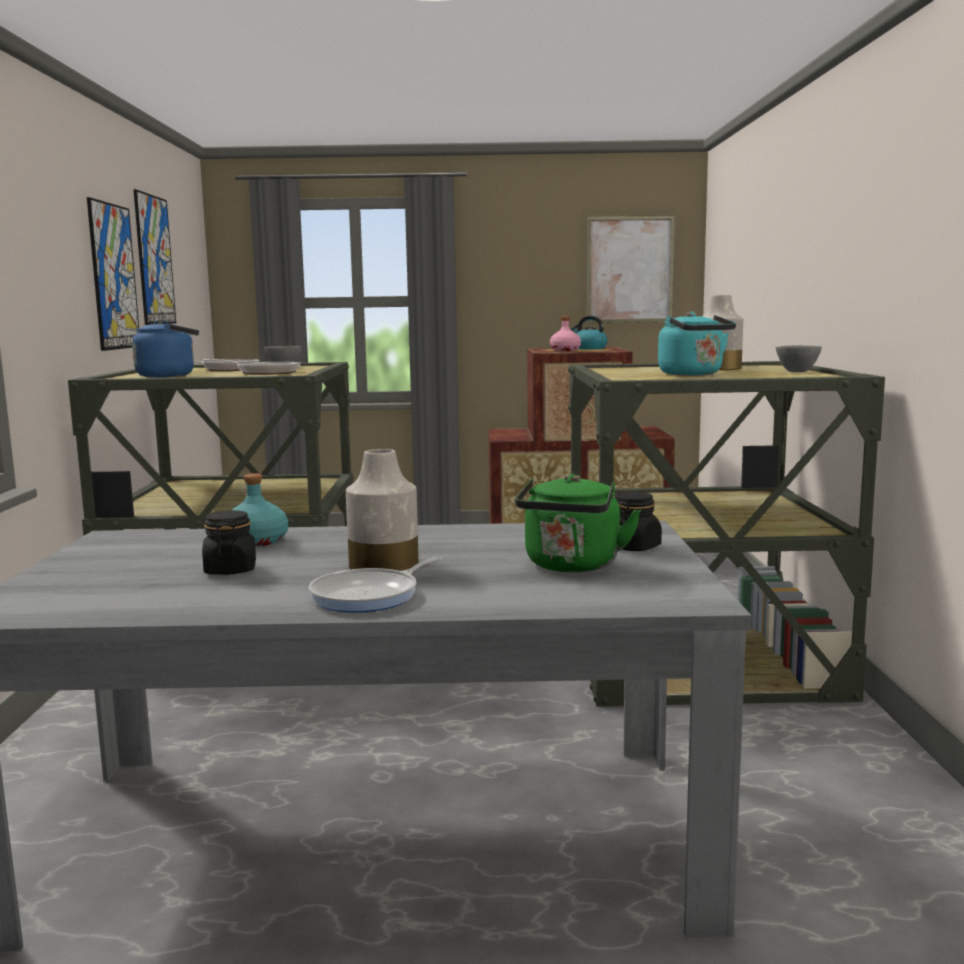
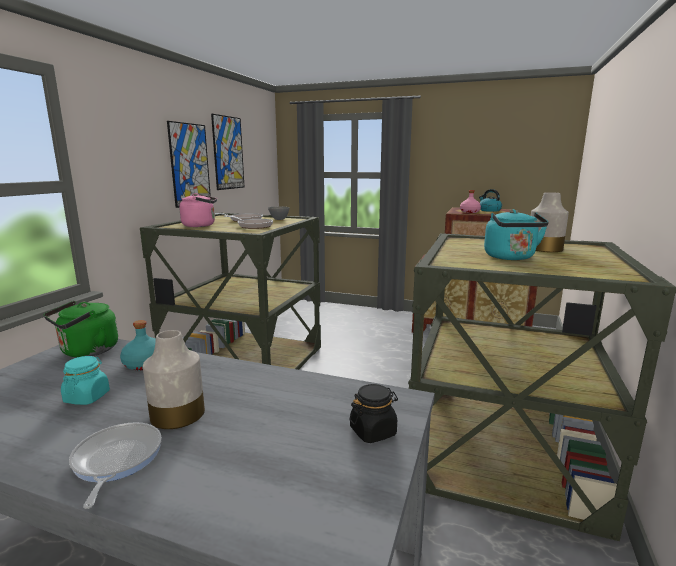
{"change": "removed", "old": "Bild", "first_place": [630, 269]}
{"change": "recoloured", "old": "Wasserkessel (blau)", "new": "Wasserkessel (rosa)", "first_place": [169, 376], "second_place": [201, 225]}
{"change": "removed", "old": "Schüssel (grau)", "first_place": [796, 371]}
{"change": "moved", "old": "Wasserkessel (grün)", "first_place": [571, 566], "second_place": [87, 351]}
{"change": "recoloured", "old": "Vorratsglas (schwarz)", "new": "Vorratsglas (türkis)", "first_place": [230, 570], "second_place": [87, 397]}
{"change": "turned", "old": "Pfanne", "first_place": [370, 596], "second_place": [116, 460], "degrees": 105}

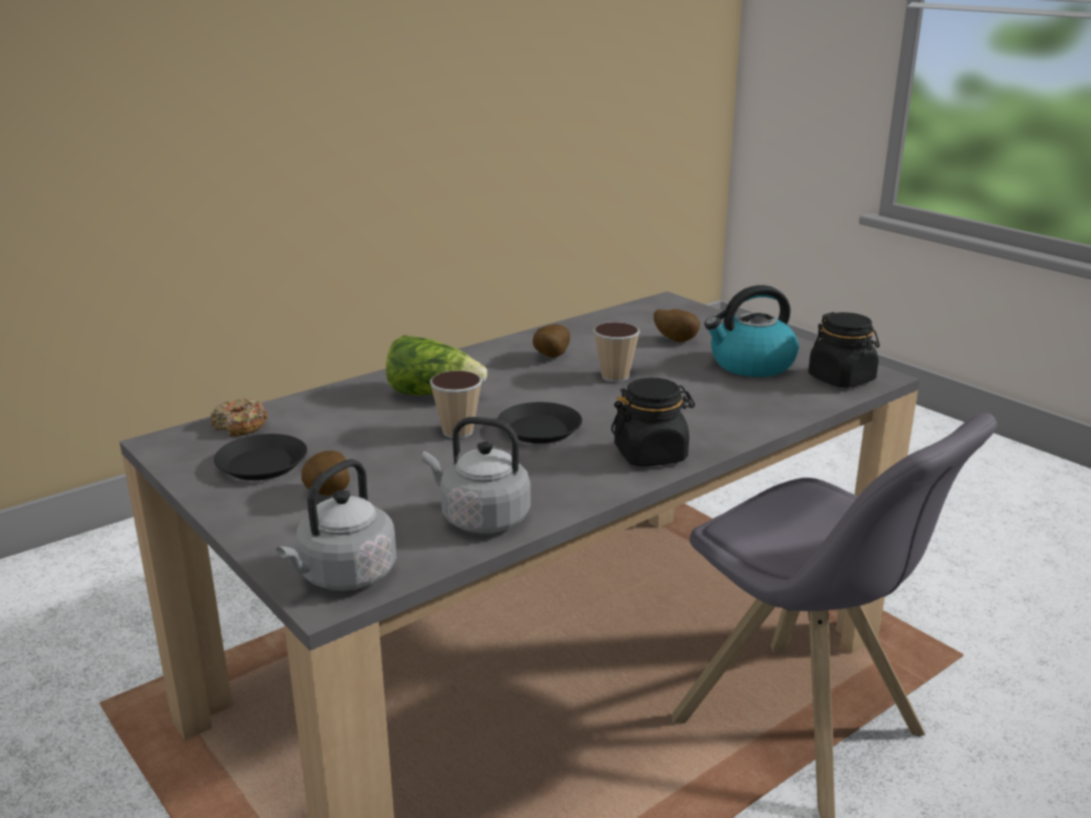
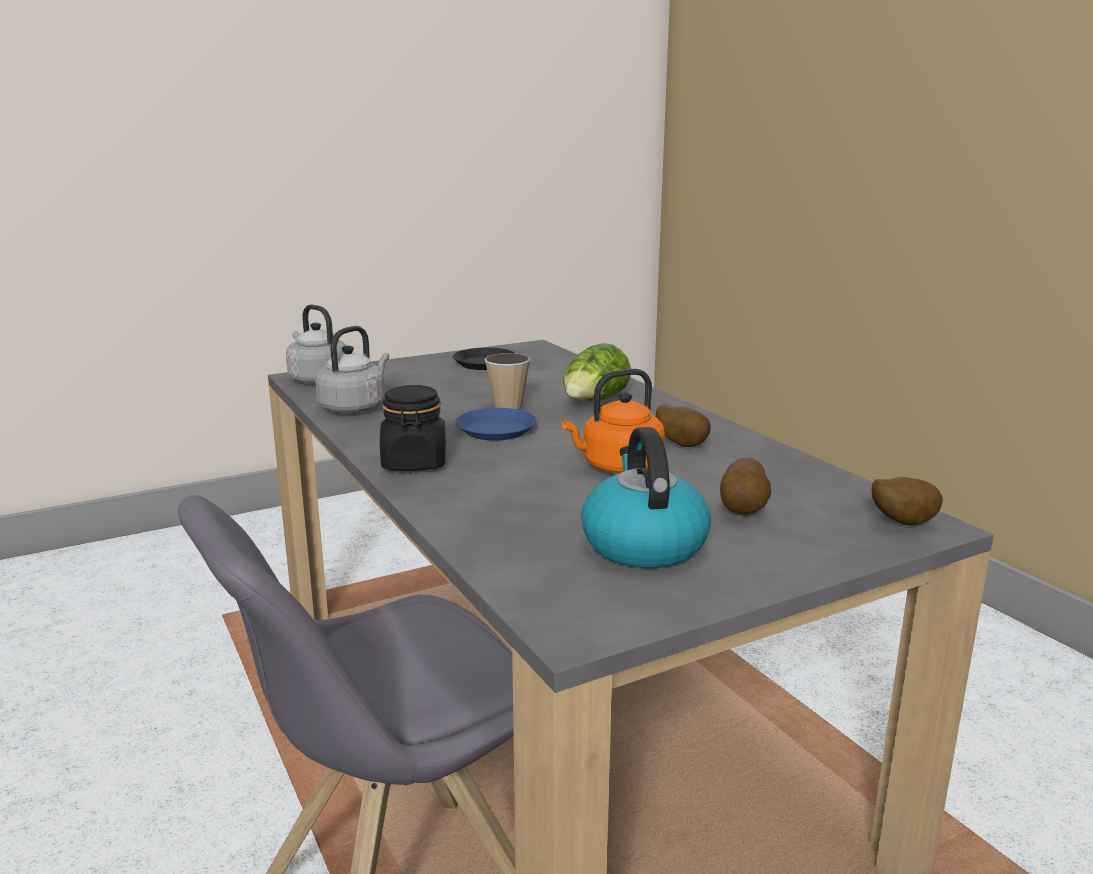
{"change": "removed", "old": "Vorratsglas (schwarz)", "first_place": [841, 379]}
{"change": "replaced", "old": "Tasse", "new": "Wasserkessel (orange)", "first_place": [615, 376], "second_place": [618, 467]}
{"change": "removed", "old": "Donut", "first_place": [240, 426]}
{"change": "recoloured", "old": "Teller (schwarz)", "new": "Teller (blau)", "first_place": [540, 429], "second_place": [496, 430]}
{"change": "moved", "old": "Kartoffel", "first_place": [327, 496], "second_place": [900, 523]}

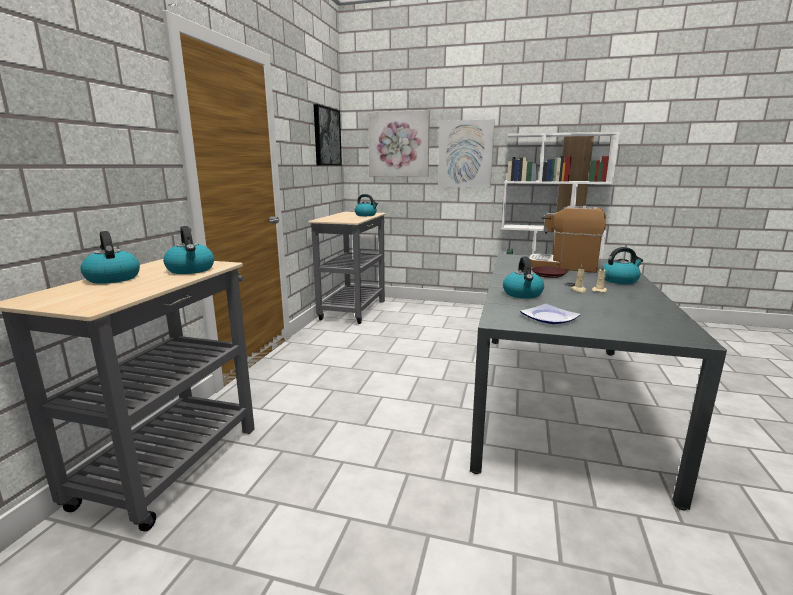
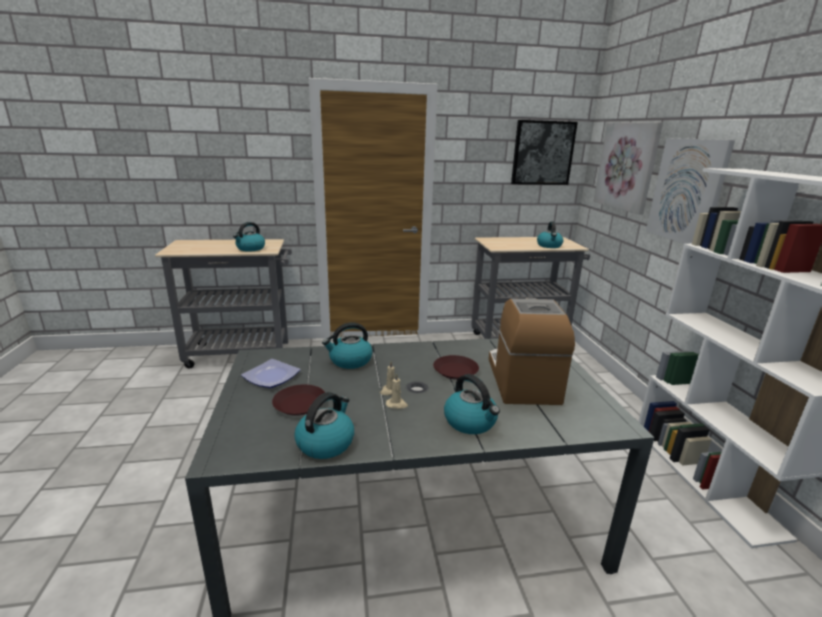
{"change": "moved", "old": "Wasserkessel", "first_place": [112, 278], "second_place": [326, 442]}
{"change": "added", "new": "Teller (braun)", "second_place": [299, 404]}

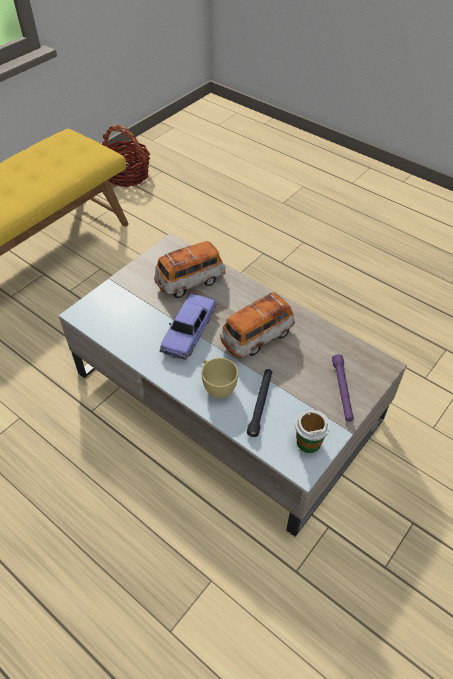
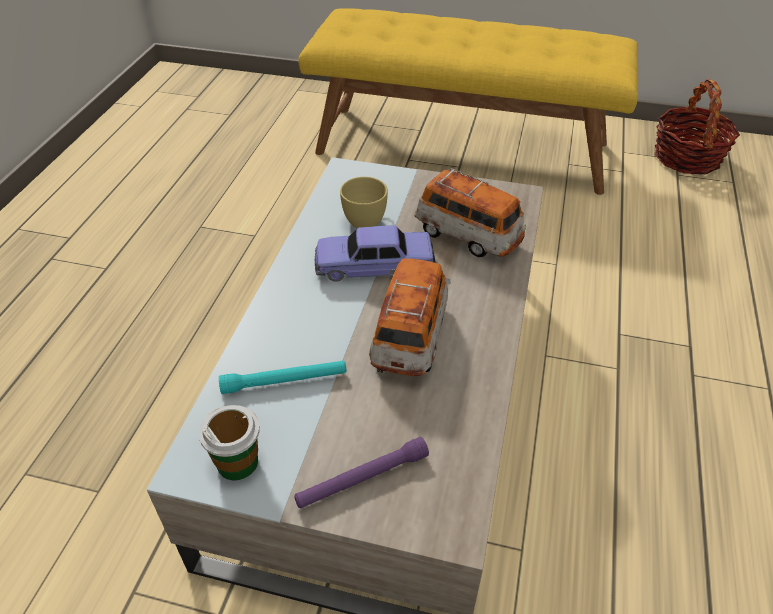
{"change": "turned", "old": "Spielzeugauto", "first_place": [257, 337], "second_place": [410, 337], "degrees": 75}
{"change": "moved", "old": "Tasse (gelb)", "first_place": [217, 387], "second_place": [367, 219]}
{"change": "recoloured", "old": "Taschenlampe (schwarz)", "new": "Taschenlampe (türkis)", "first_place": [260, 404], "second_place": [284, 381]}

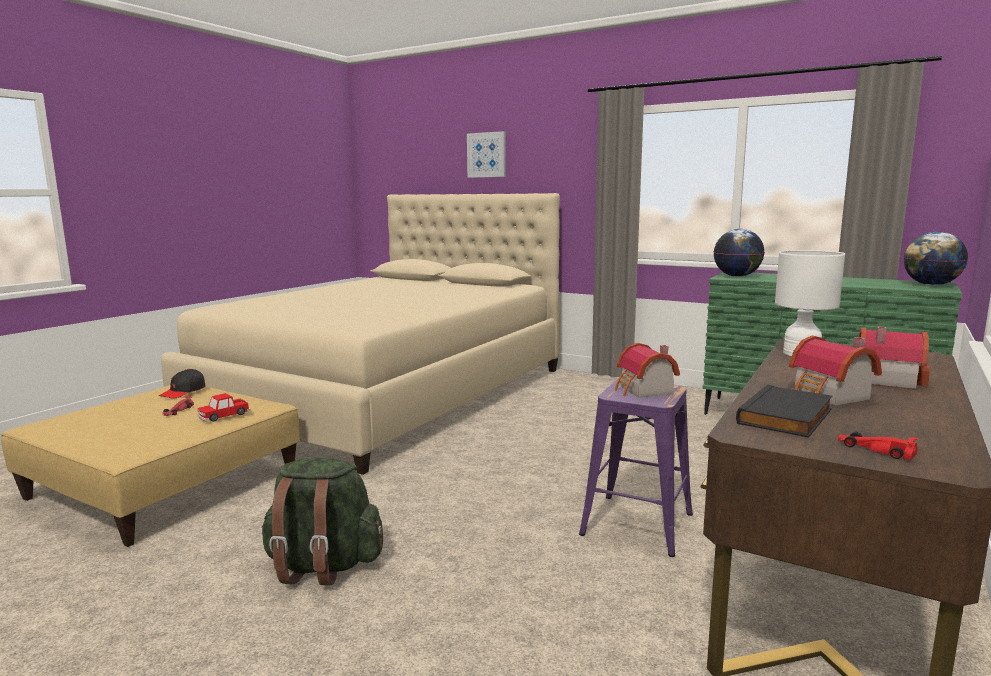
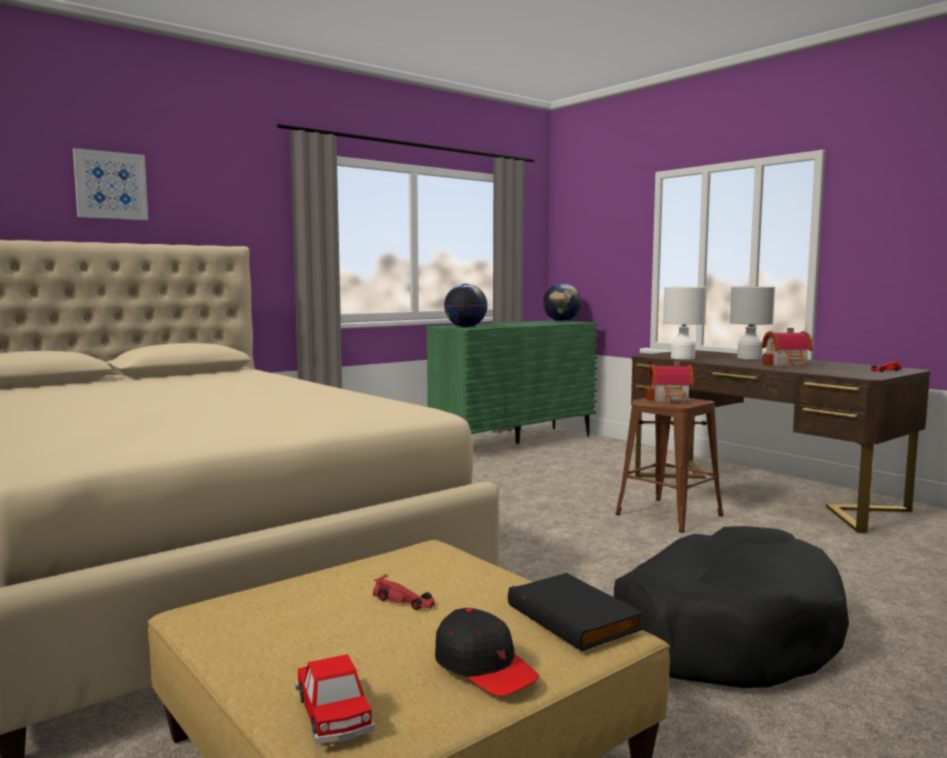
{"change": "replaced", "old": "Spielzeughaus", "new": "Tischlampe (grau)", "first_place": [884, 378], "second_place": [749, 358]}
{"change": "moved", "old": "Kappe (schwarz)", "first_place": [183, 391], "second_place": [485, 667]}
{"change": "recoloured", "old": "Hocker (lila)", "new": "Hocker (braun)", "first_place": [636, 523], "second_place": [668, 515]}
{"change": "moved", "old": "Buch (schwarz)", "first_place": [787, 417], "second_place": [576, 617]}
{"change": "moved", "old": "Spielzeugauto", "first_place": [223, 415], "second_place": [333, 713]}
{"change": "replaced", "old": "Rucksack (grün)", "new": "Hundebett (schwarz)", "first_place": [323, 566], "second_place": [724, 633]}

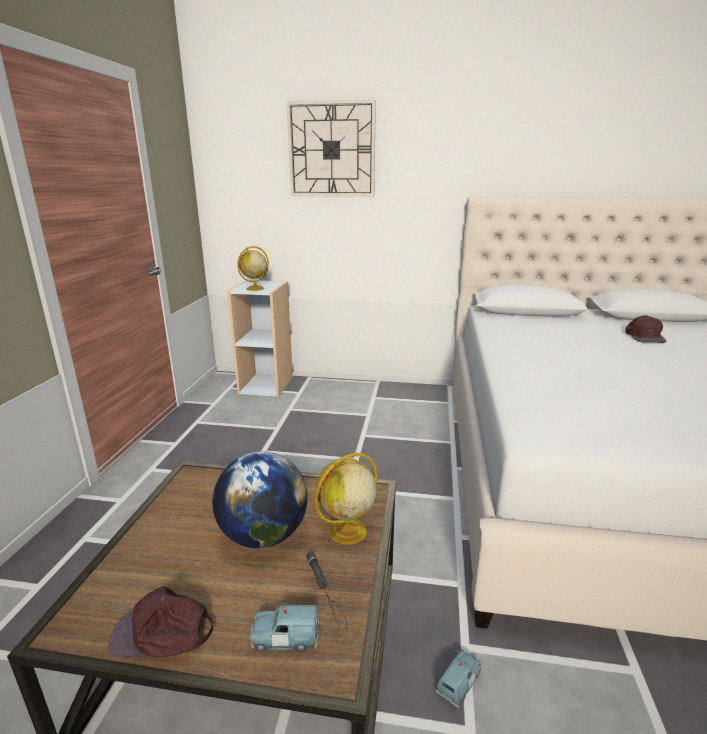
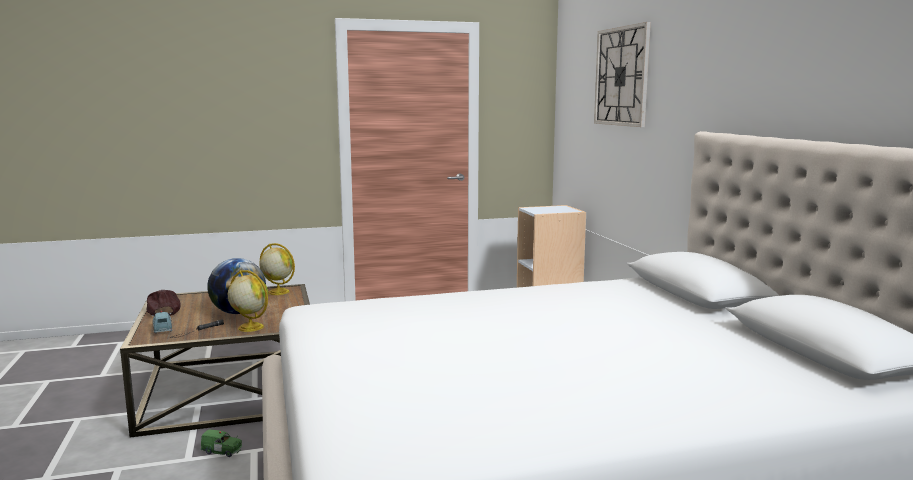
{"change": "moved", "old": "Globus", "first_place": [255, 288], "second_place": [278, 292]}
{"change": "removed", "old": "Kappe (braun)", "first_place": [644, 336]}
{"change": "recoloured", "old": "Spielzeugauto (blau)", "new": "Spielzeugauto (grün)", "first_place": [459, 683], "second_place": [222, 451]}

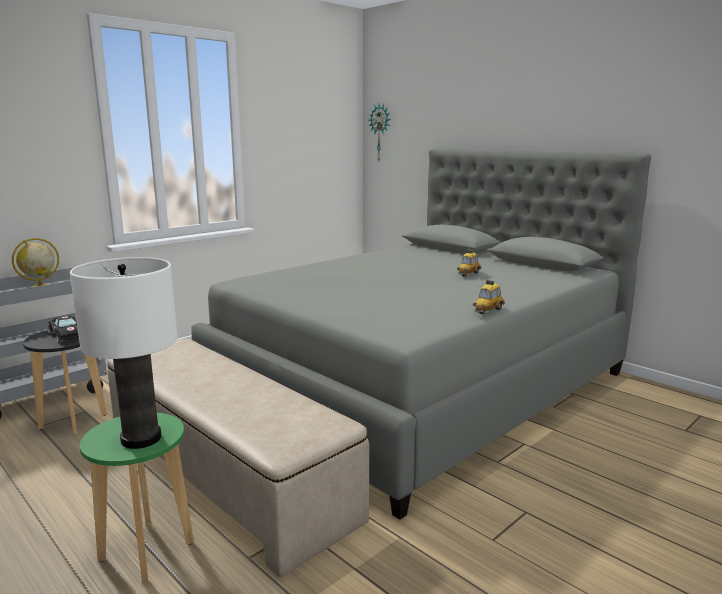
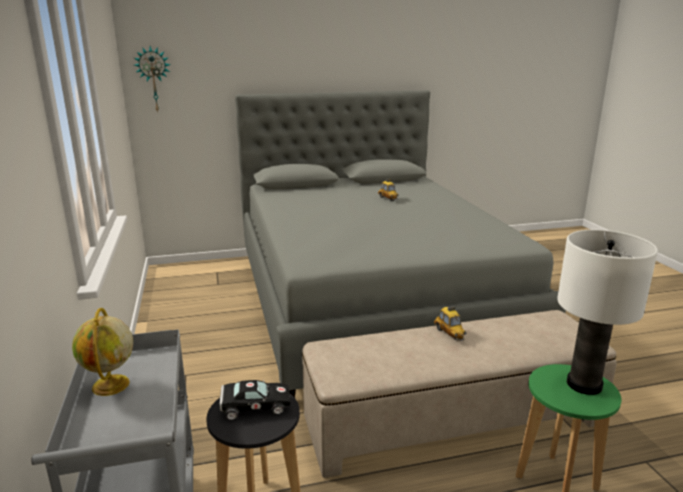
{"change": "moved", "old": "Spielzeugauto", "first_place": [488, 311], "second_place": [449, 333]}

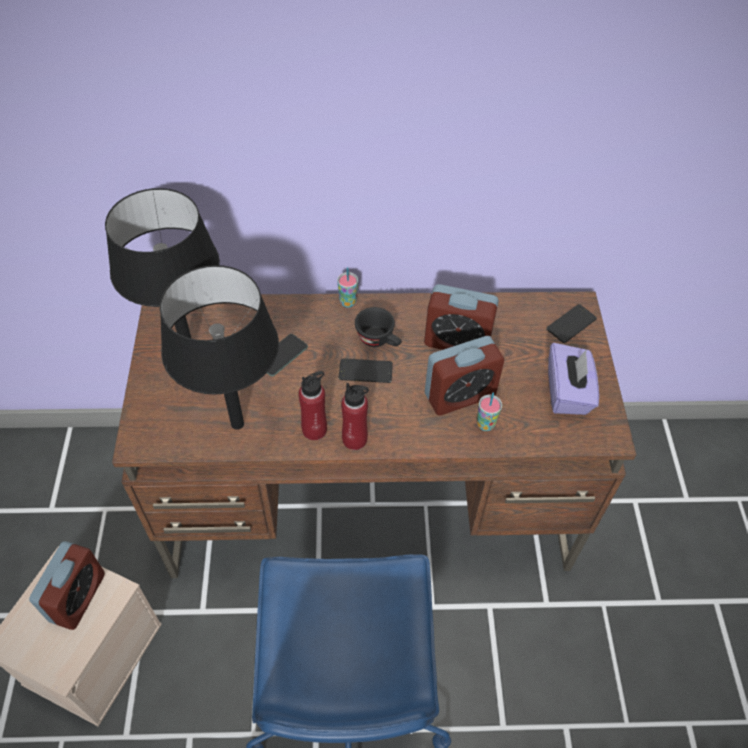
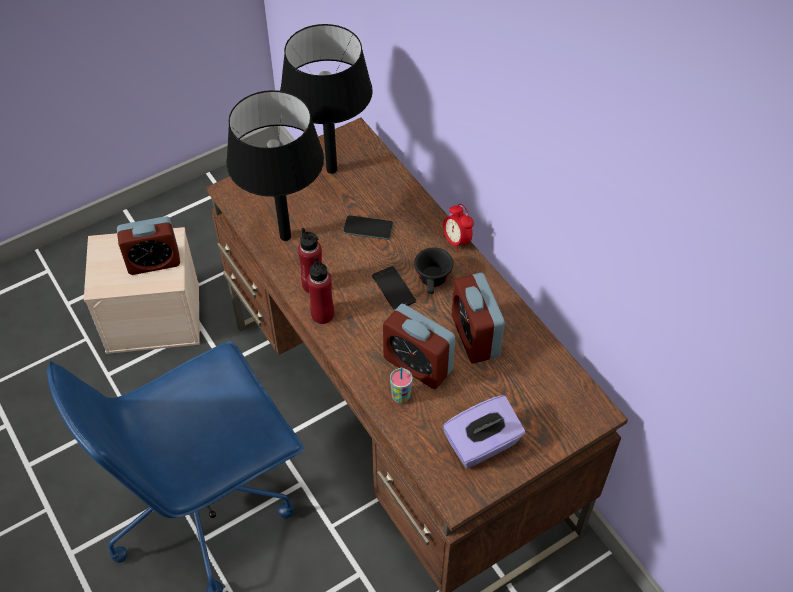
{"change": "replaced", "old": "Tasse", "new": "Wecker", "first_place": [348, 302], "second_place": [456, 241]}
{"change": "removed", "old": "Handy", "first_place": [571, 324]}

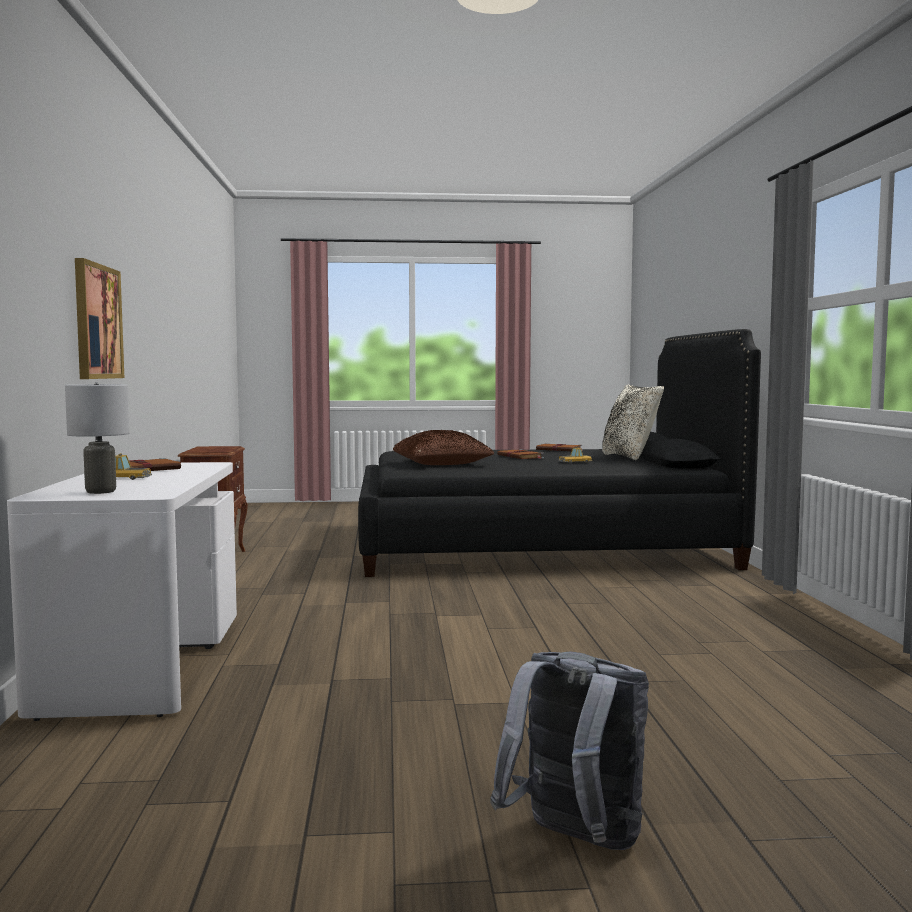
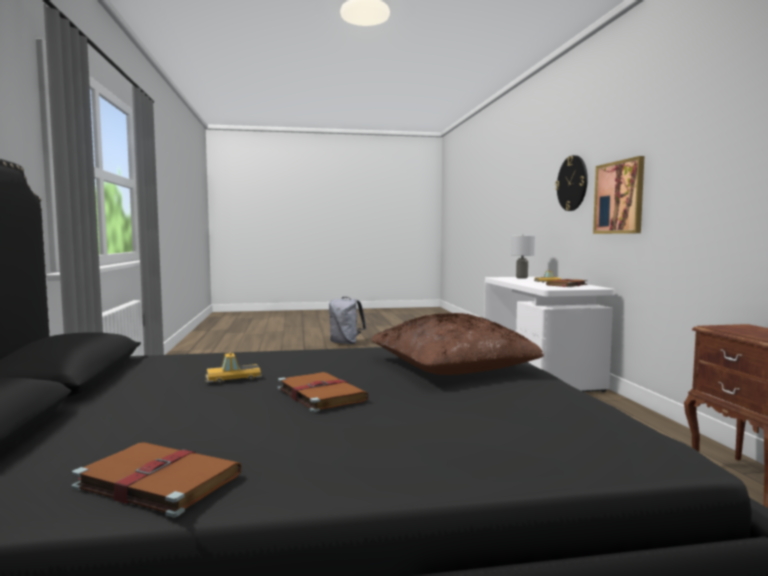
{"change": "removed", "old": "Kissen (beige)", "first_place": [629, 458]}
{"change": "added", "new": "Wanduhr", "second_place": [572, 183]}

